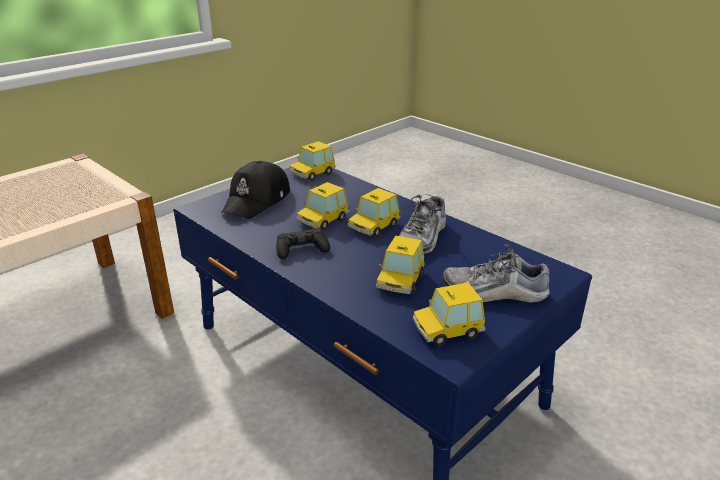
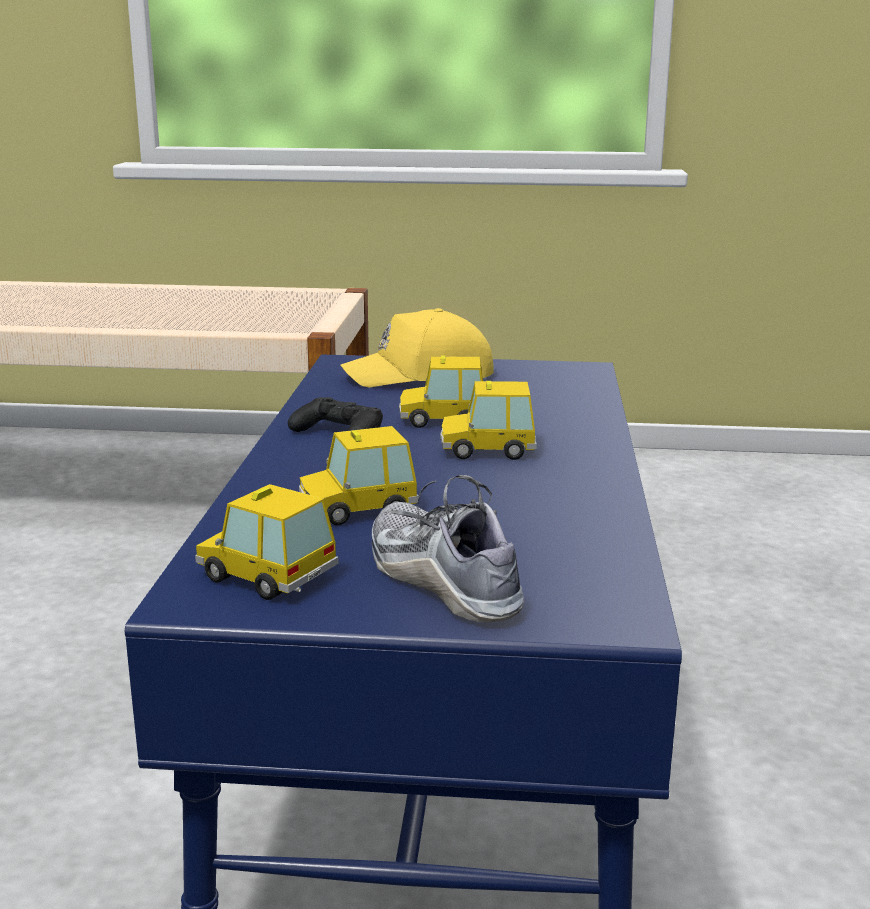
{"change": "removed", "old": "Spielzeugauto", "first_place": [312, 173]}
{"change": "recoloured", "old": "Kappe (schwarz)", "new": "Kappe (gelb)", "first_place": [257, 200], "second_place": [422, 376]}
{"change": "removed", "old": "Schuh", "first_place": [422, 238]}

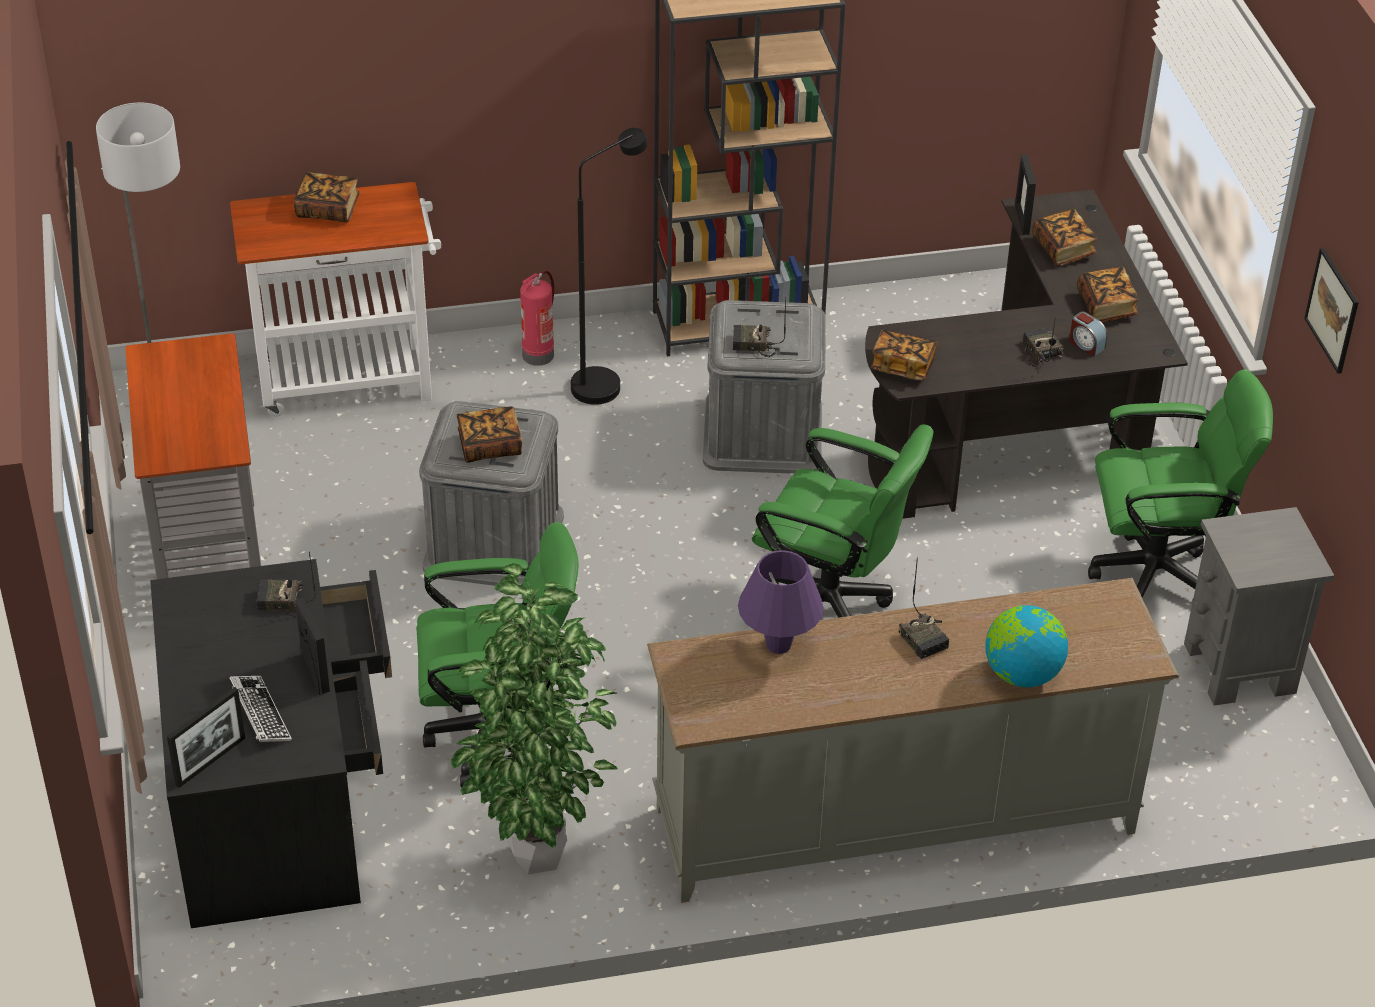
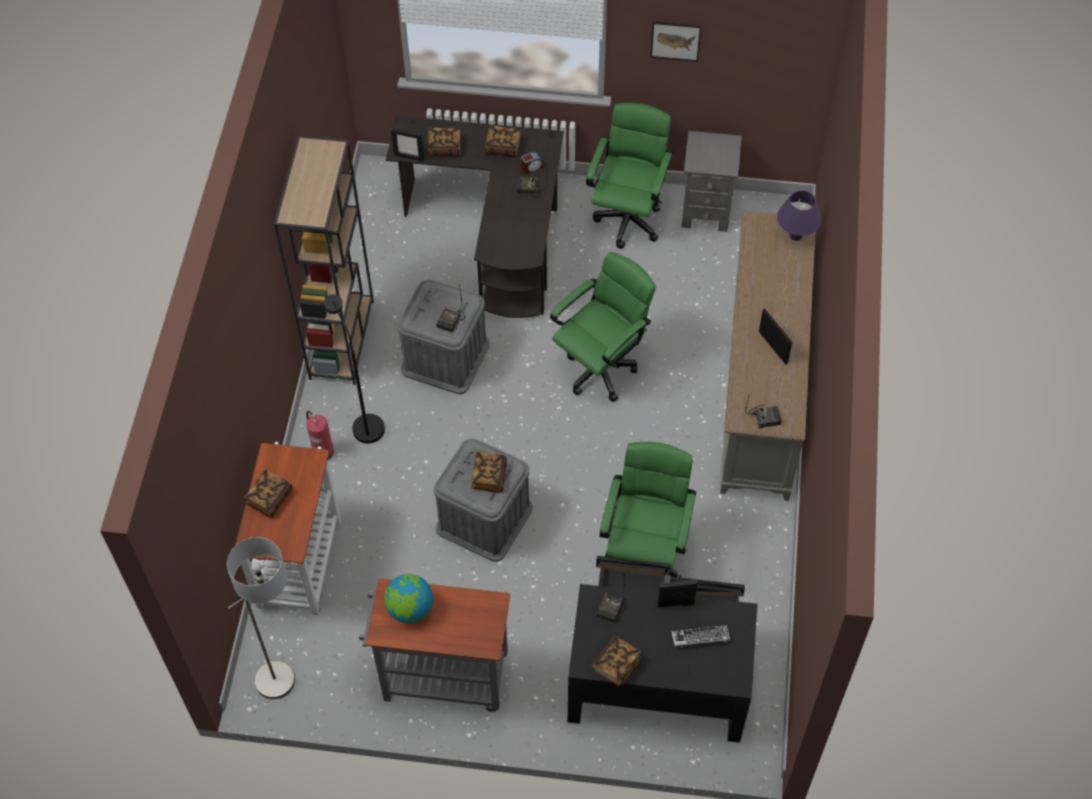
{"change": "moved", "old": "Buch", "first_place": [902, 366], "second_place": [616, 664]}
{"change": "moved", "old": "Tischlampe (lila)", "first_place": [778, 644], "second_place": [795, 235]}
{"change": "moved", "old": "Radio", "first_place": [925, 638], "second_place": [765, 417]}
{"change": "removed", "old": "Topfpflanze", "first_place": [538, 852]}
{"change": "moved", "old": "Globus", "first_place": [1022, 674], "second_place": [410, 609]}
{"change": "moved", "old": "Bilderrahmen", "first_place": [210, 761], "second_place": [773, 347]}

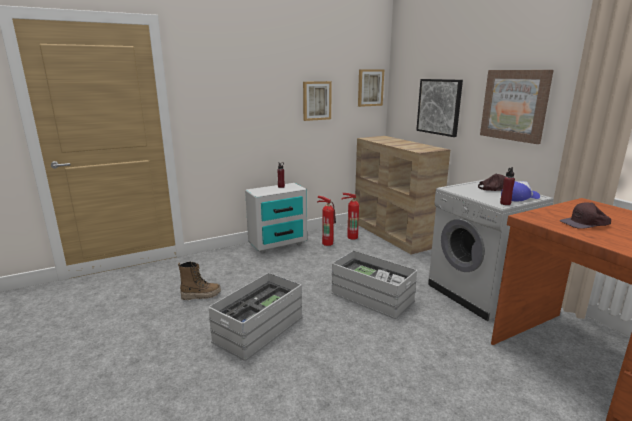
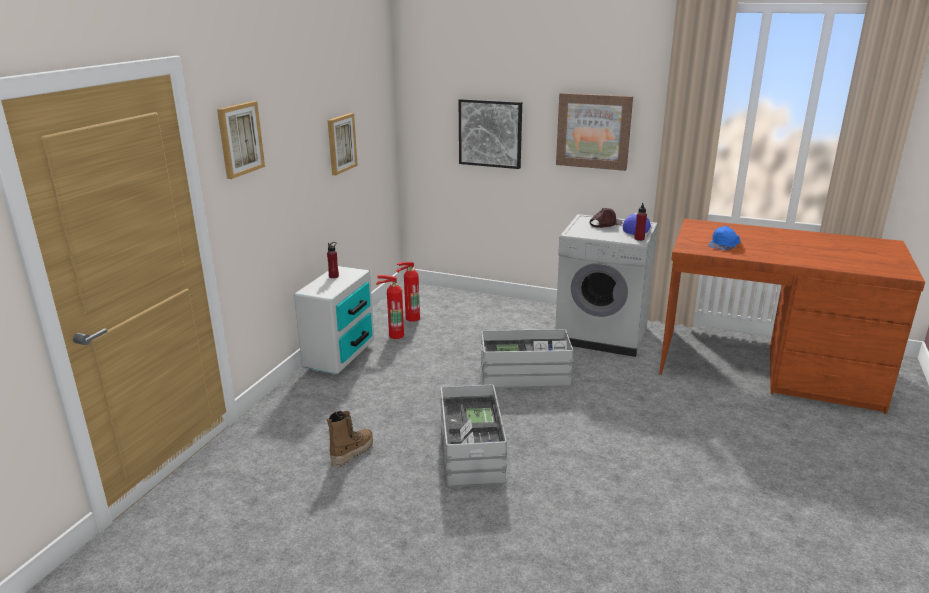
{"change": "moved", "old": "Bild", "first_place": [370, 87], "second_place": [240, 139]}
{"change": "removed", "old": "Bücherregal (braun)", "first_place": [394, 233]}
{"change": "recoloured", "old": "Kappe (braun)", "new": "Kappe (blau)", "first_place": [585, 223], "second_place": [724, 244]}

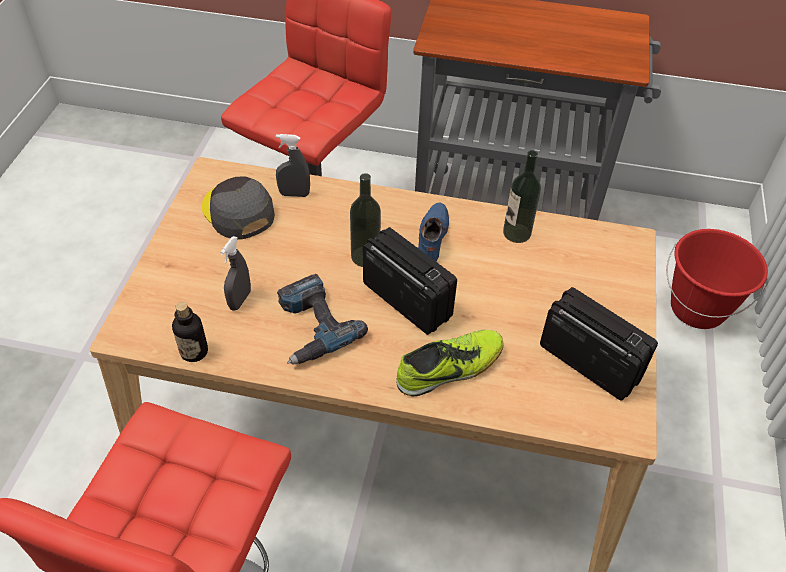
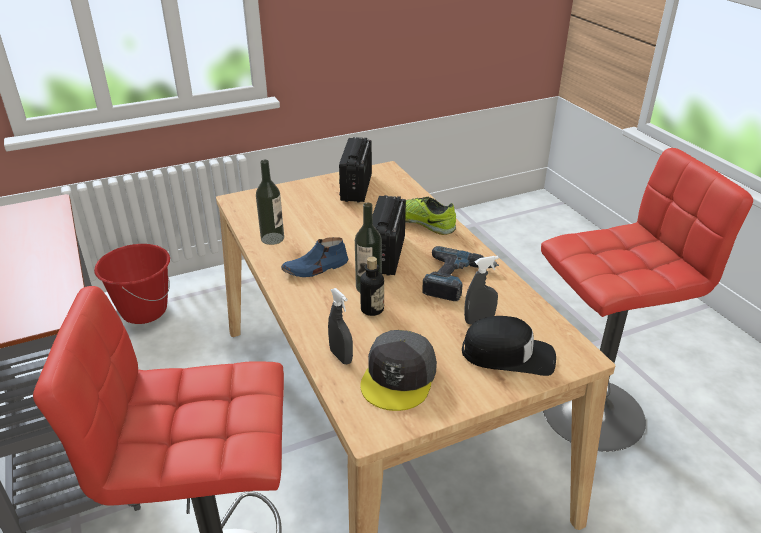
{"change": "moved", "old": "Flasche", "first_place": [194, 351], "second_place": [372, 309]}
{"change": "added", "new": "Kappe (schwarz)", "second_place": [508, 355]}

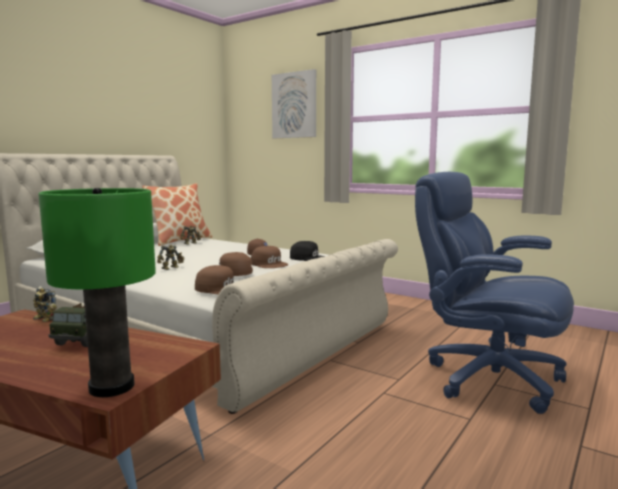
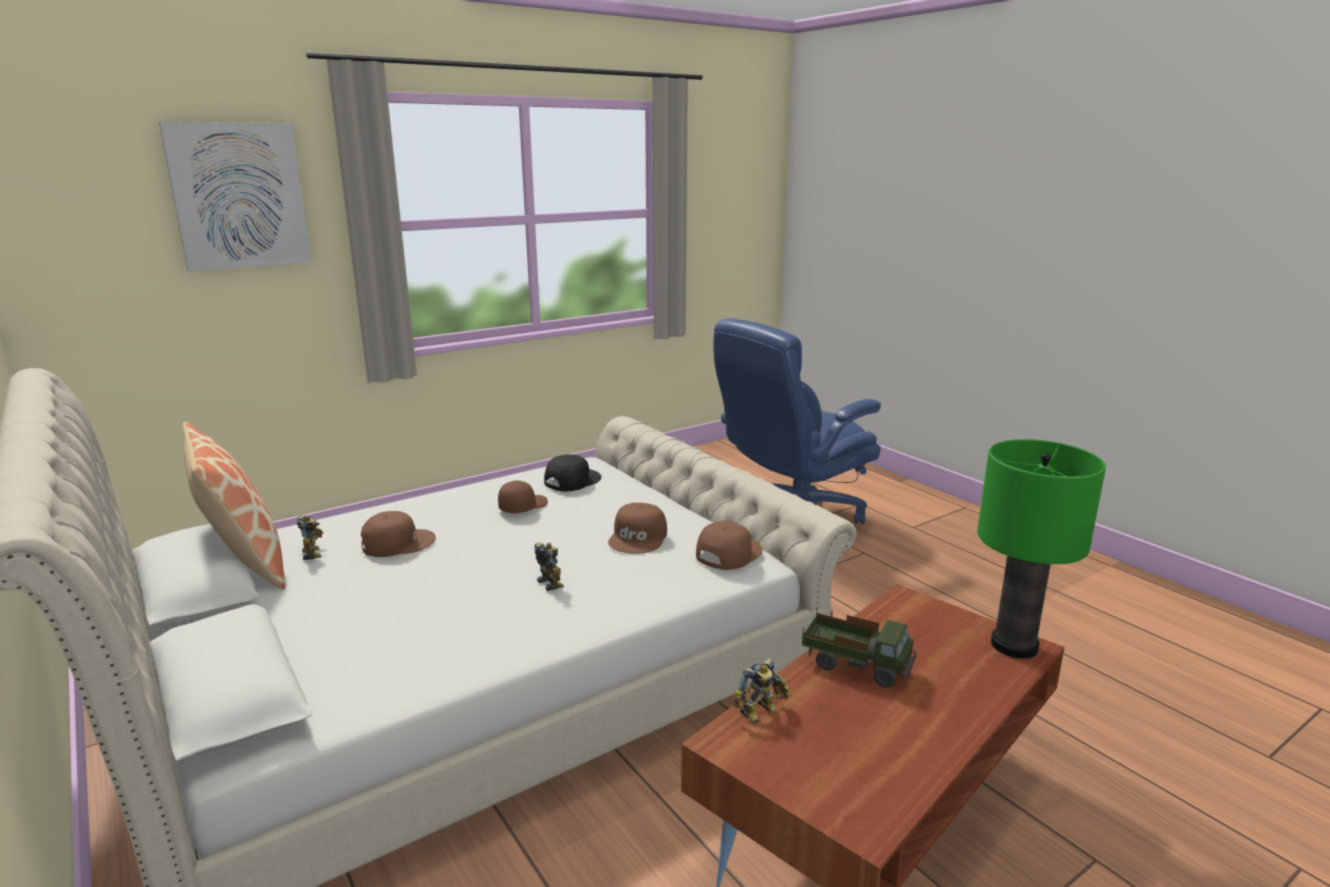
{"change": "moved", "old": "Kappe (braun)", "first_place": [269, 264], "second_place": [397, 543]}

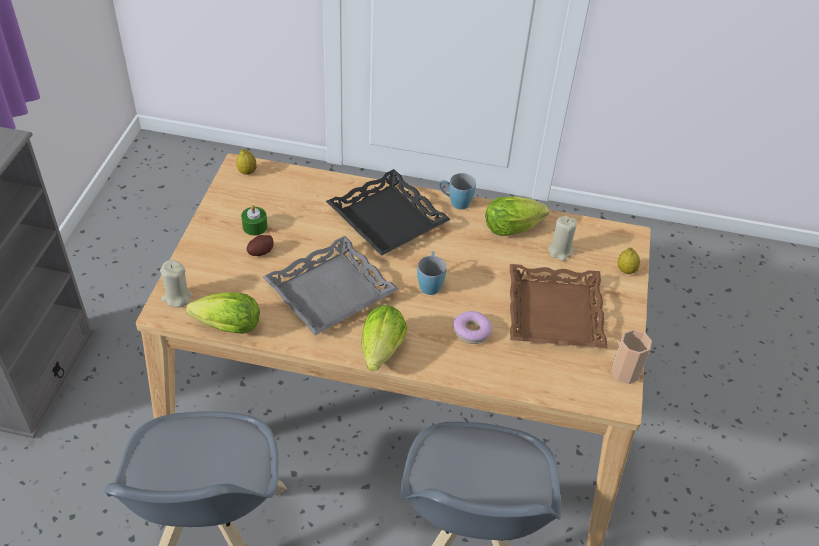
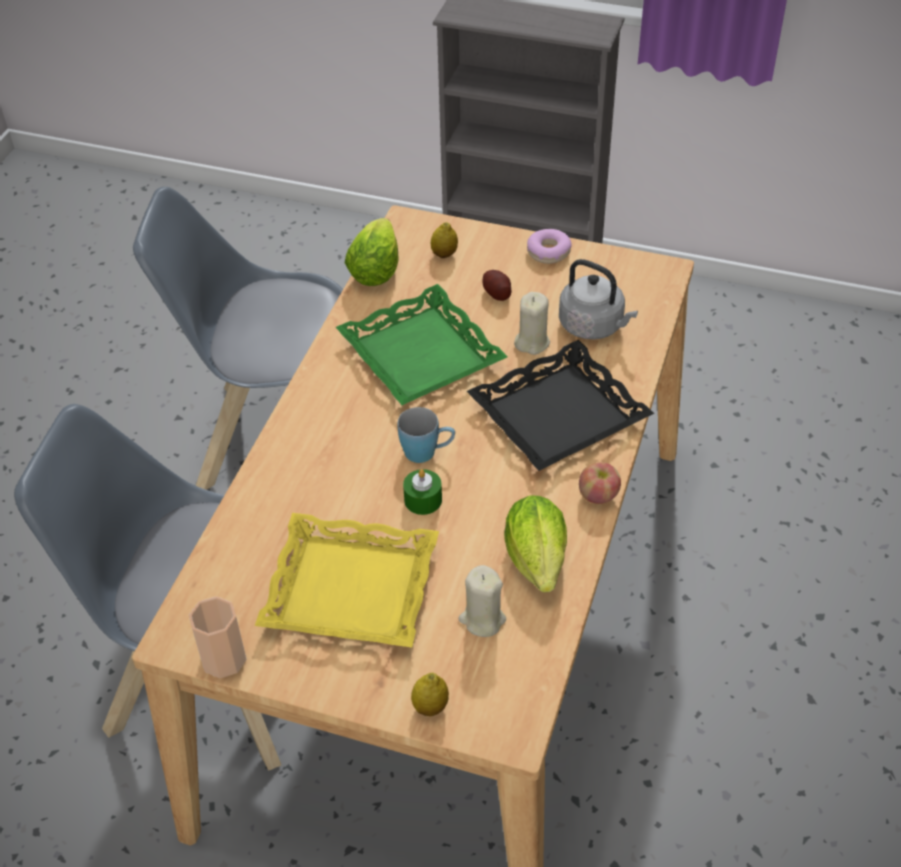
{"change": "moved", "old": "Zitrone", "first_place": [247, 172], "second_place": [444, 254]}
{"change": "replaced", "old": "Henkelbecher (blau)", "new": "Apfel", "first_place": [455, 202], "second_place": [598, 495]}
{"change": "moved", "old": "Kerze (grün)", "first_place": [255, 227], "second_place": [423, 500]}
{"change": "recoloured", "old": "Tablett (grau)", "new": "Tablett (grün)", "first_place": [330, 291], "second_place": [422, 354]}
{"change": "moved", "old": "Kerze (beige)", "first_place": [177, 297], "second_place": [532, 342]}
{"change": "recoloured", "old": "Tablett (braun)", "new": "Tablett (gelb)", "first_place": [553, 312], "second_place": [351, 588]}
{"change": "removed", "old": "Salatkopf", "first_place": [380, 353]}
{"change": "moved", "old": "Donut", "first_place": [471, 331], "second_place": [548, 252]}
{"change": "added", "new": "Wasserkessel (grau)", "second_place": [594, 326]}

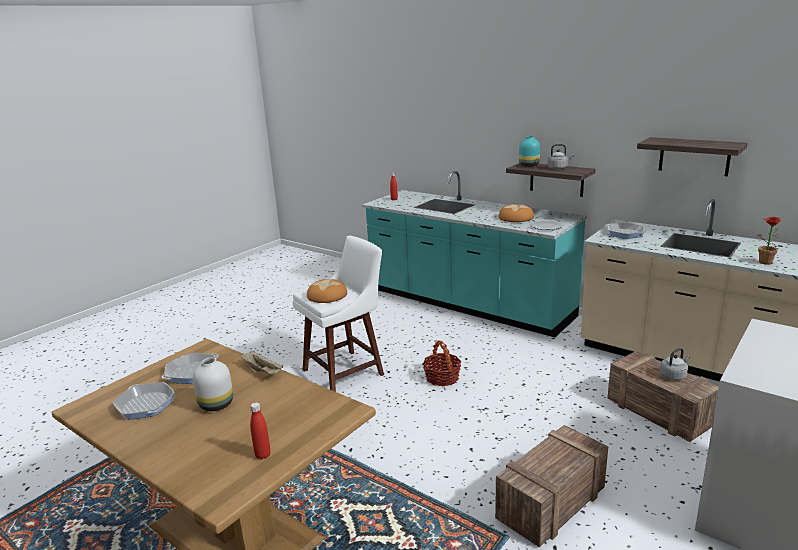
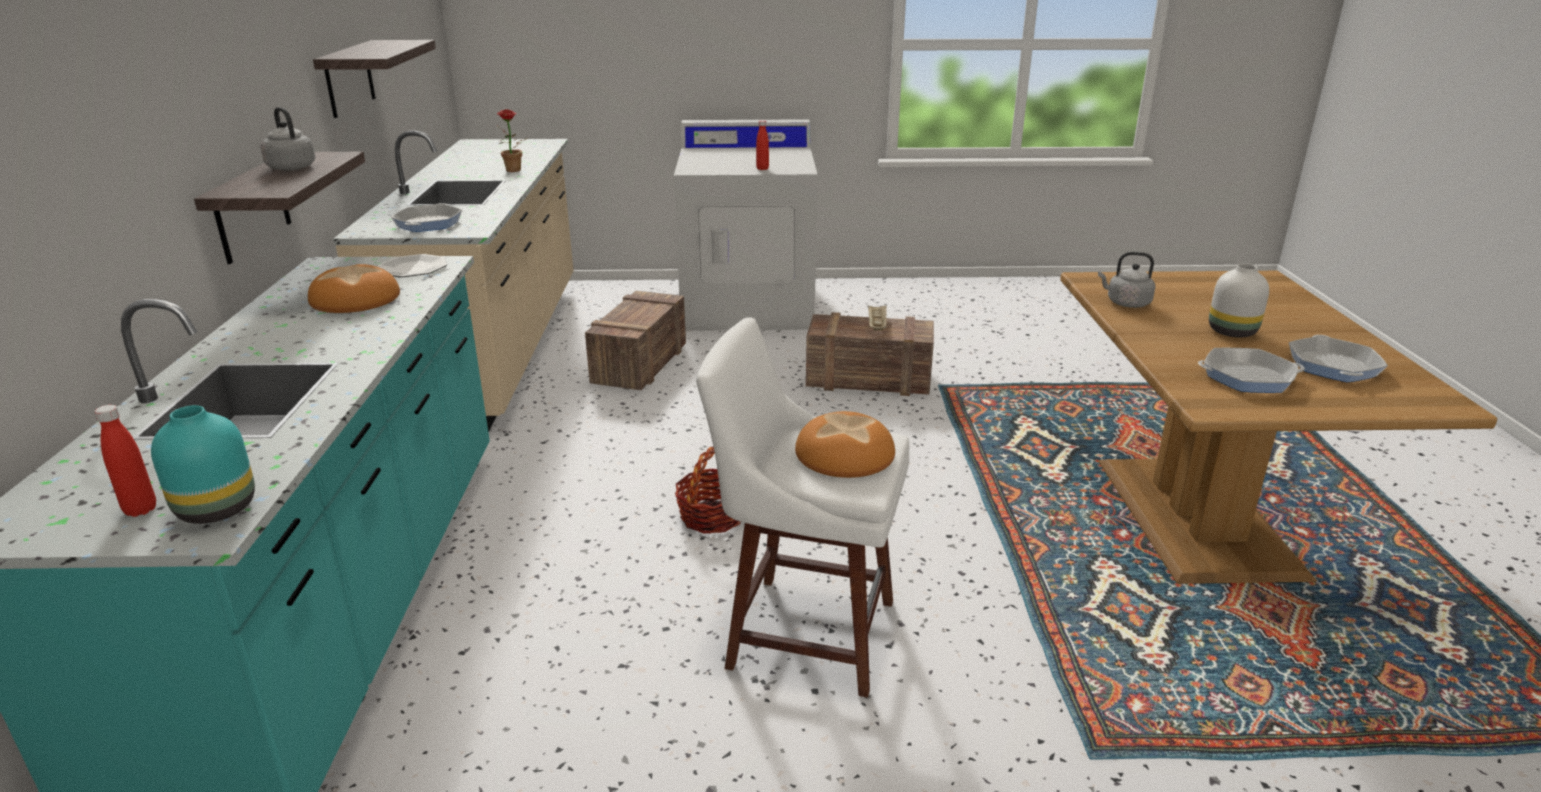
{"change": "moved", "old": "Vase (türkis)", "first_place": [528, 165], "second_place": [216, 510]}
{"change": "moved", "old": "Wasserkessel (grau)", "first_place": [673, 376], "second_place": [1125, 303]}
{"change": "moved", "old": "Tablett (beige)", "first_place": [263, 371], "second_place": [876, 326]}
{"change": "moved", "old": "Flasche (rot)", "first_place": [263, 455], "second_place": [762, 169]}

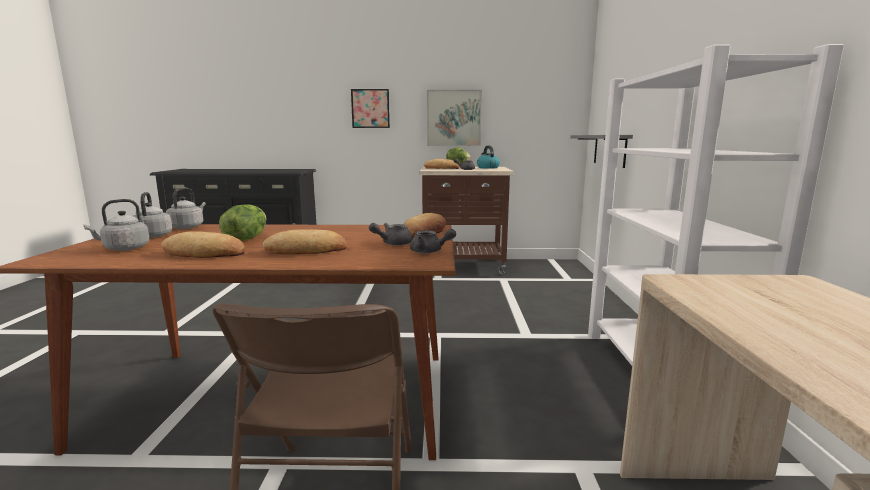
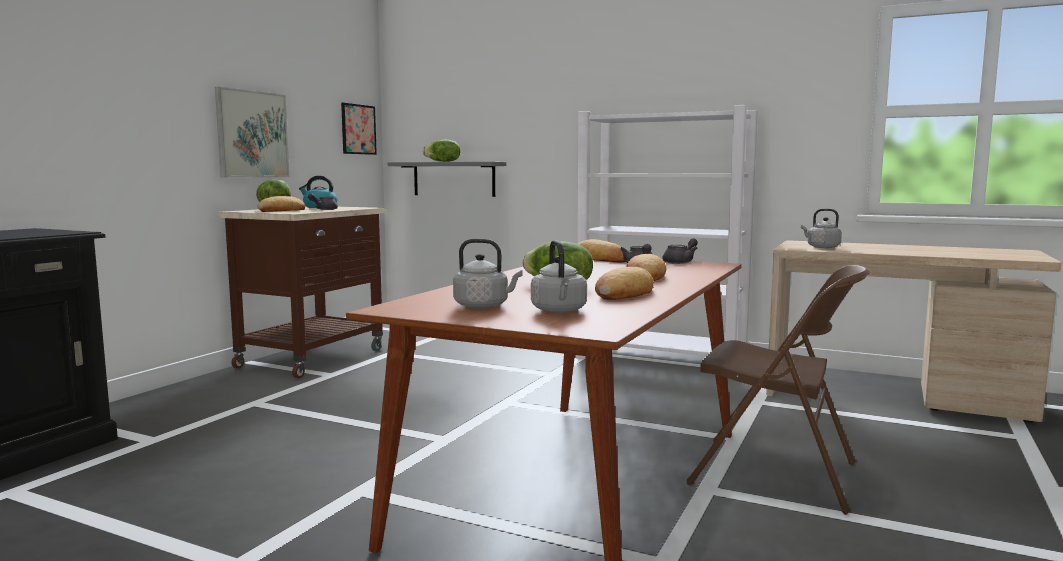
{"change": "moved", "old": "Bild", "first_place": [370, 108], "second_place": [358, 129]}
{"change": "moved", "old": "Wasserkessel (grau)", "first_place": [188, 227], "second_place": [821, 247]}
{"change": "added", "new": "Salatkopf", "second_place": [443, 161]}

